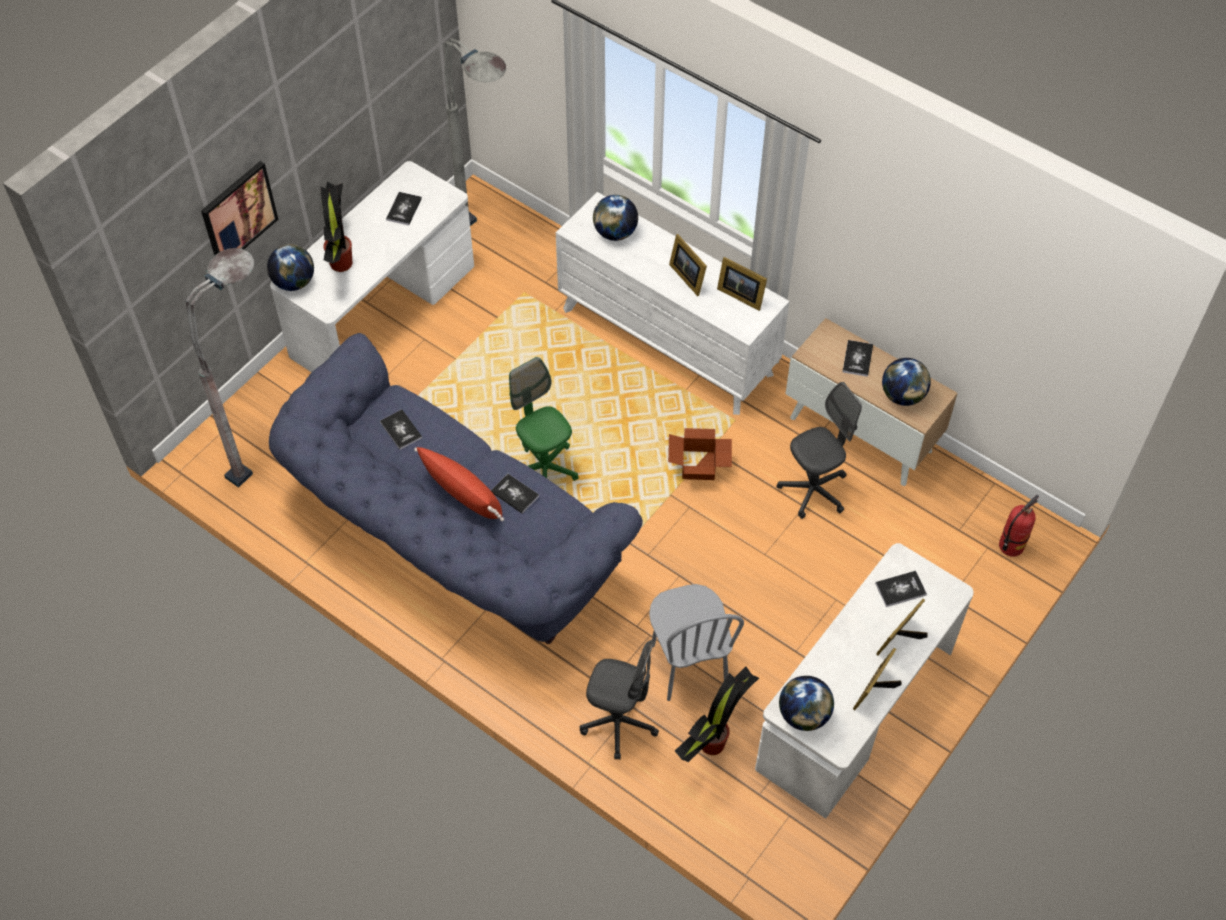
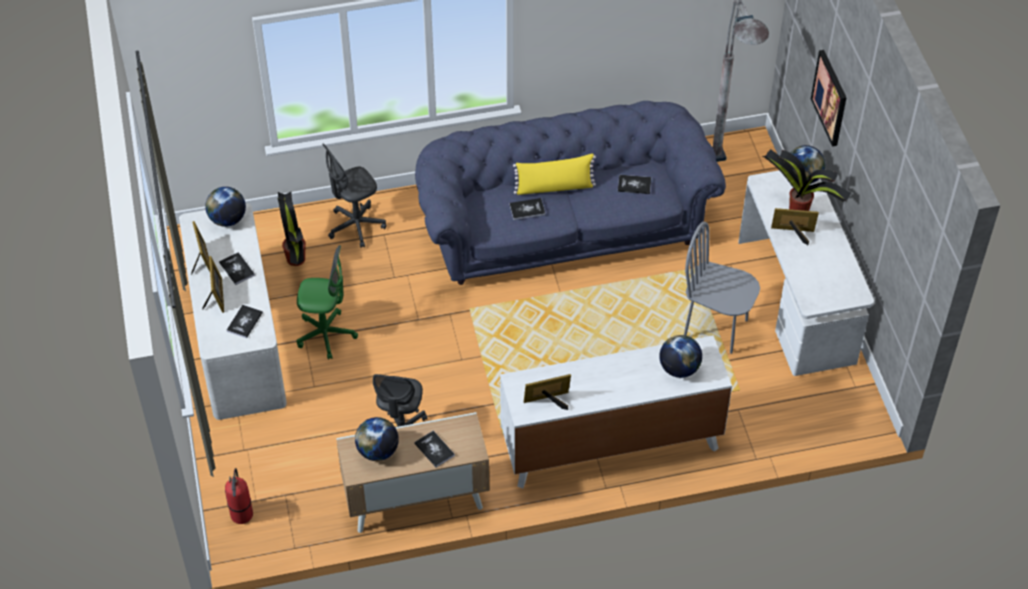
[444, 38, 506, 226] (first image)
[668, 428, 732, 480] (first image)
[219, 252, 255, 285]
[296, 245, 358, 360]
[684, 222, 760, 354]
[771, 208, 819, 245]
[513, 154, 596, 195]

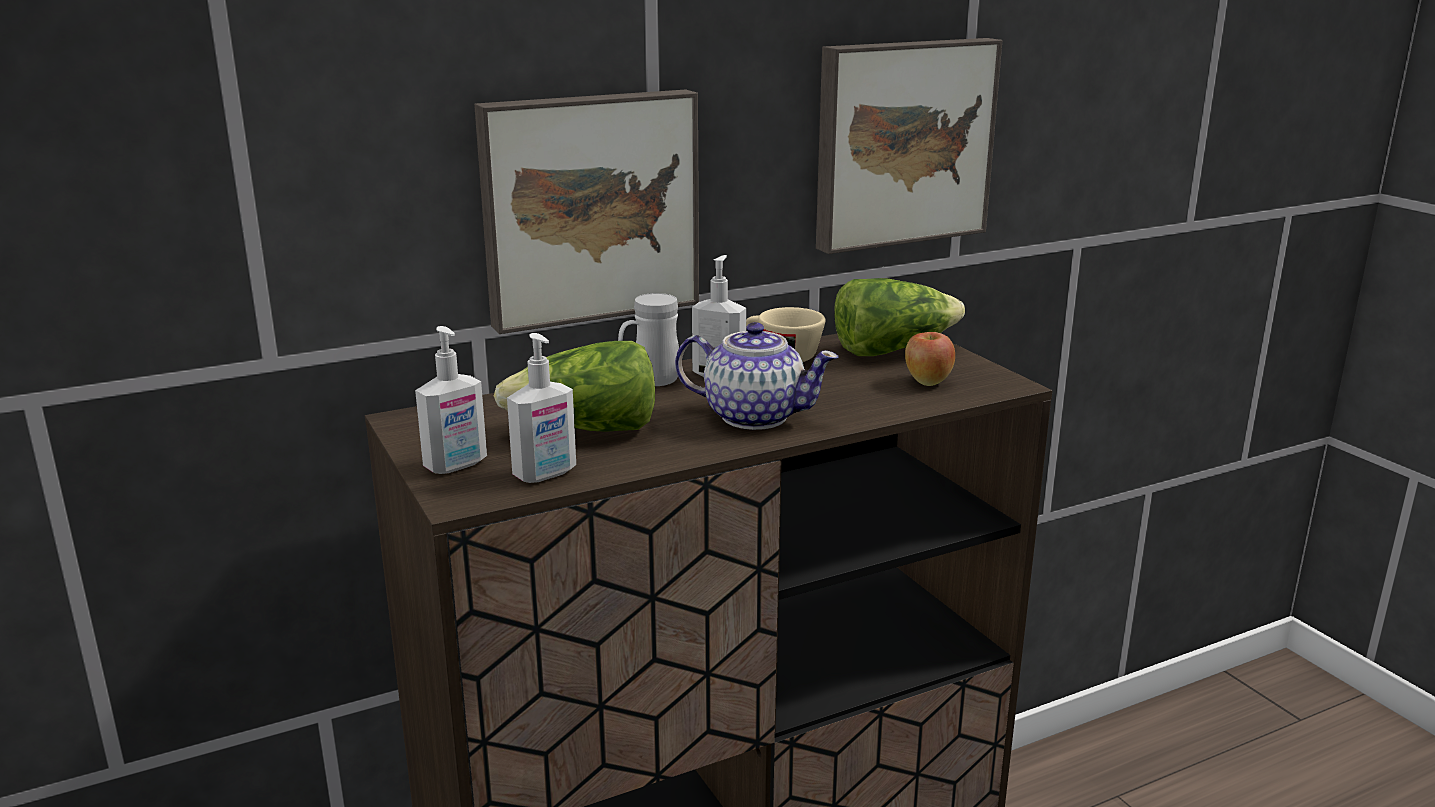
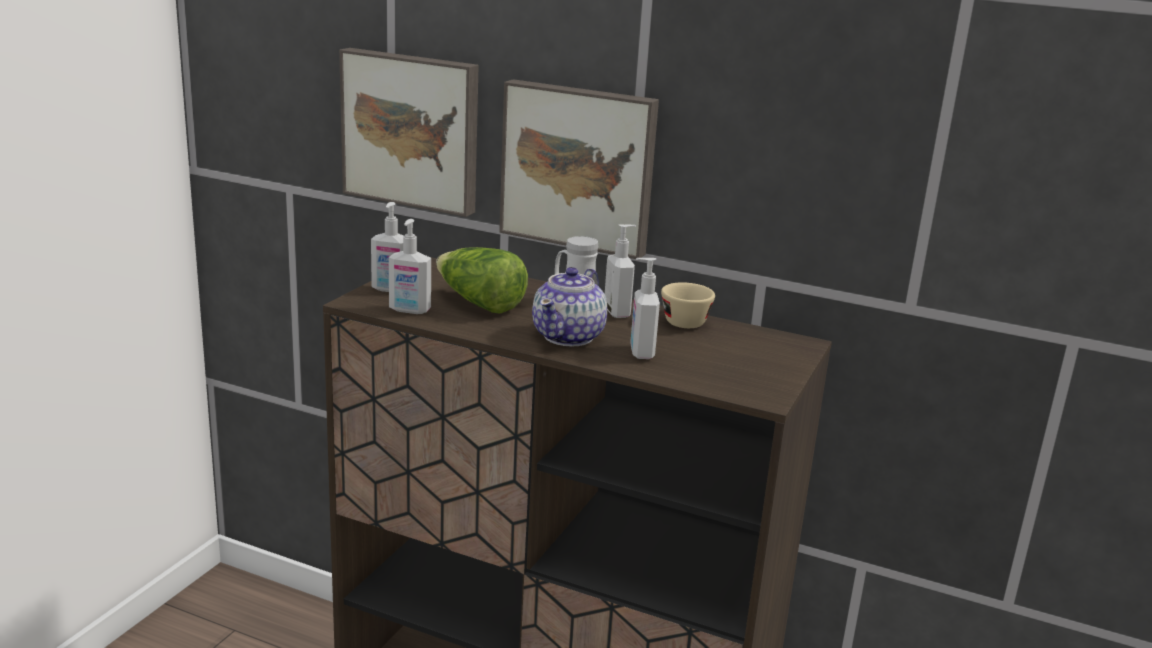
[834, 278, 965, 356] (first image)
[905, 332, 955, 386] (first image)
[630, 258, 660, 359]
[339, 48, 479, 217]
[532, 267, 607, 347]

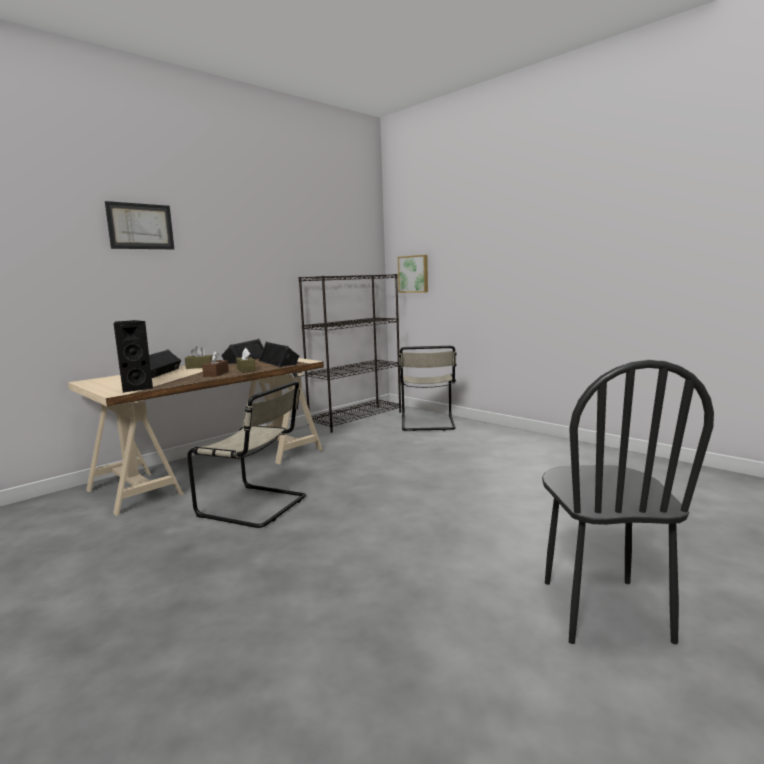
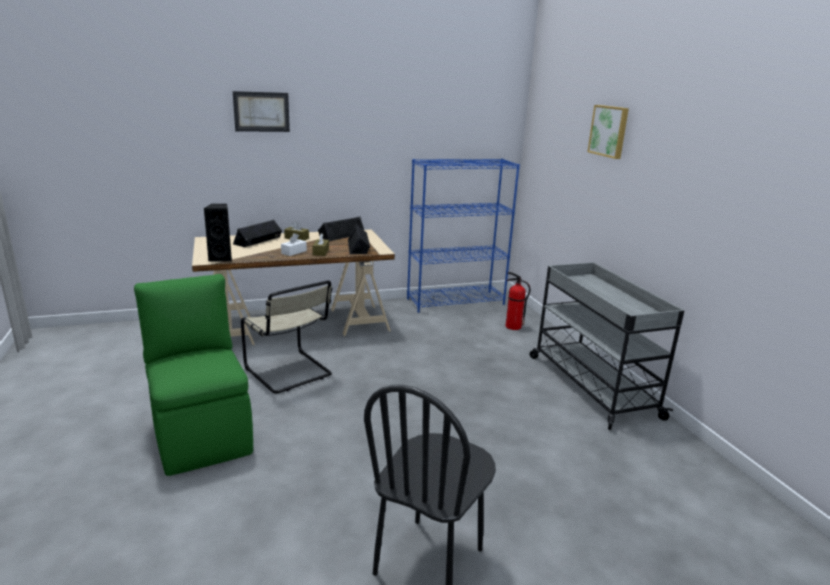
[134, 274, 253, 476]
[530, 262, 684, 430]
[588, 105, 629, 159]
[506, 272, 531, 330]
[281, 233, 307, 256]
[407, 159, 520, 313]

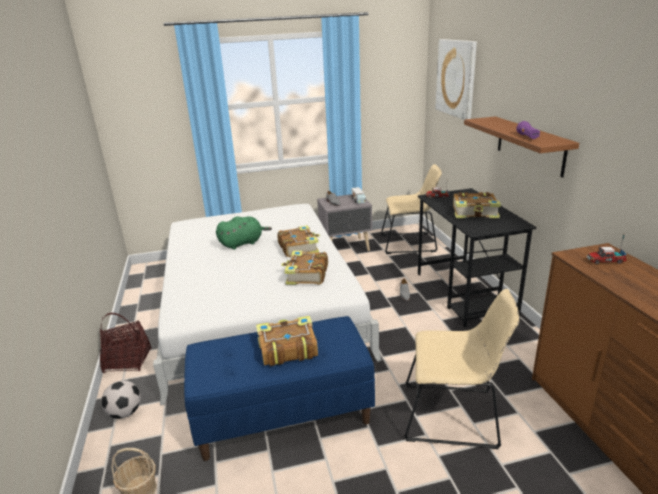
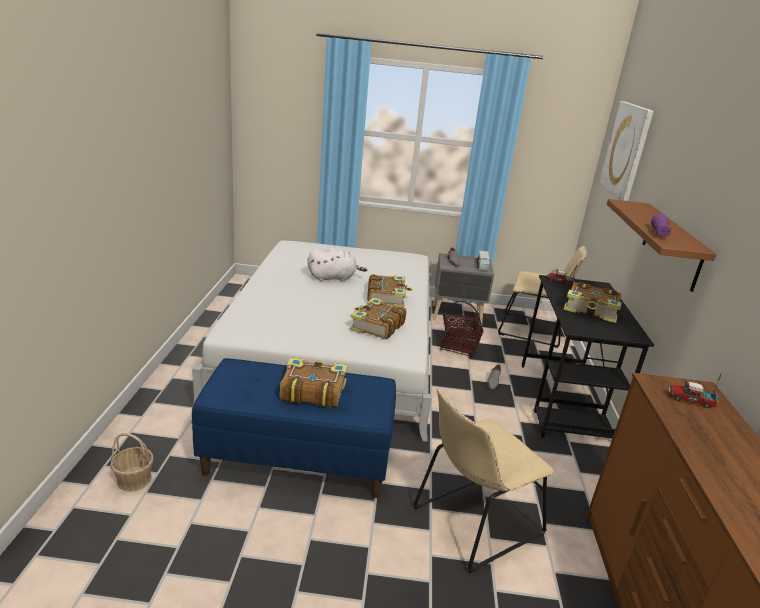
[101, 380, 141, 419] (first image)
[440, 301, 483, 358]
[307, 248, 367, 282]
[413, 389, 554, 573]

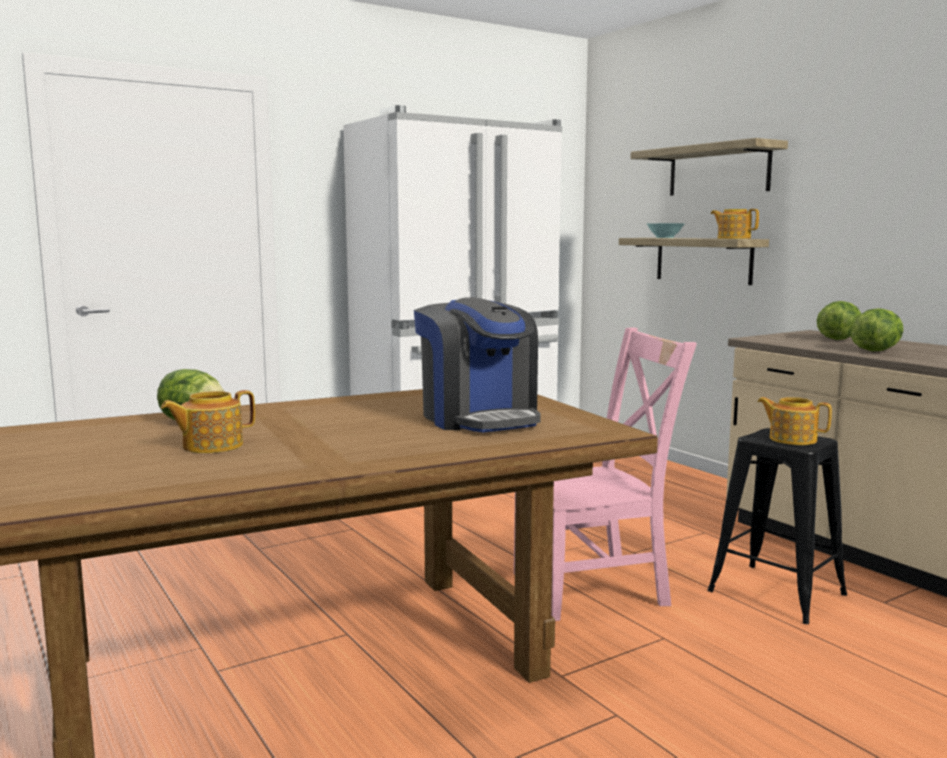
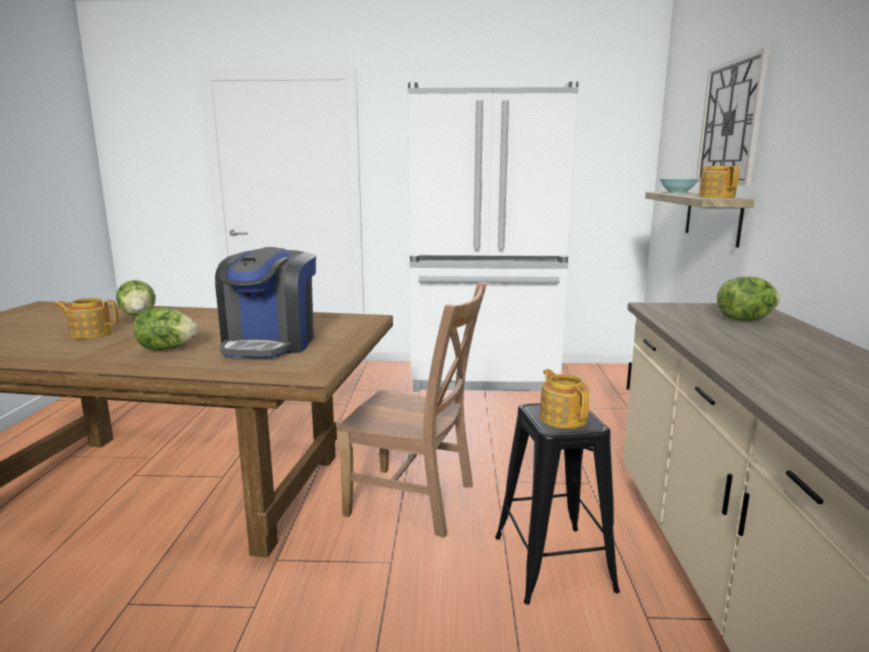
[134, 307, 198, 350]
[696, 48, 770, 185]
[337, 282, 487, 538]

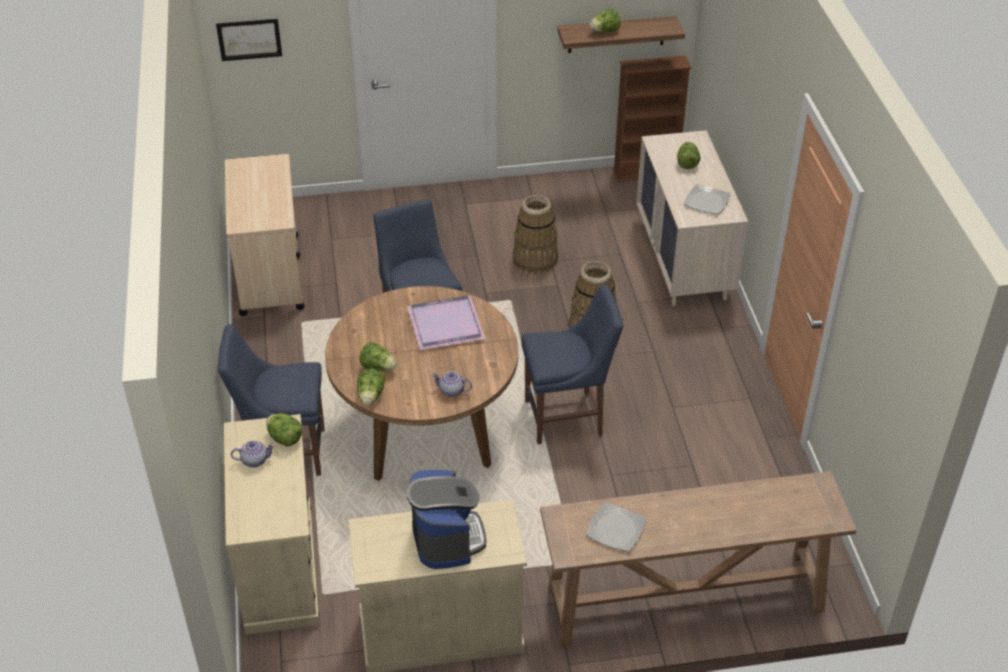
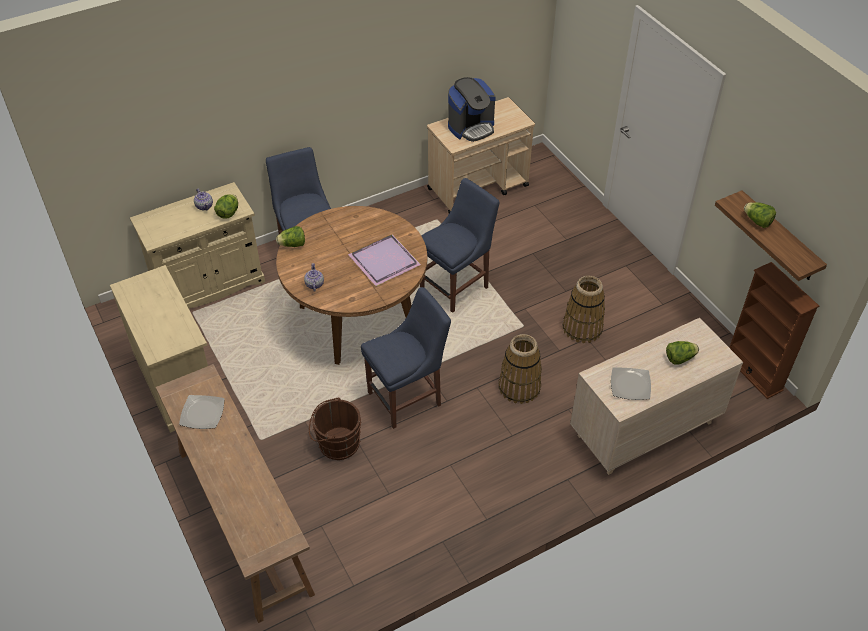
[216, 19, 282, 61] (first image)
[360, 342, 397, 371] (first image)
[309, 397, 362, 460]
[448, 77, 496, 142]
[361, 287, 451, 429]

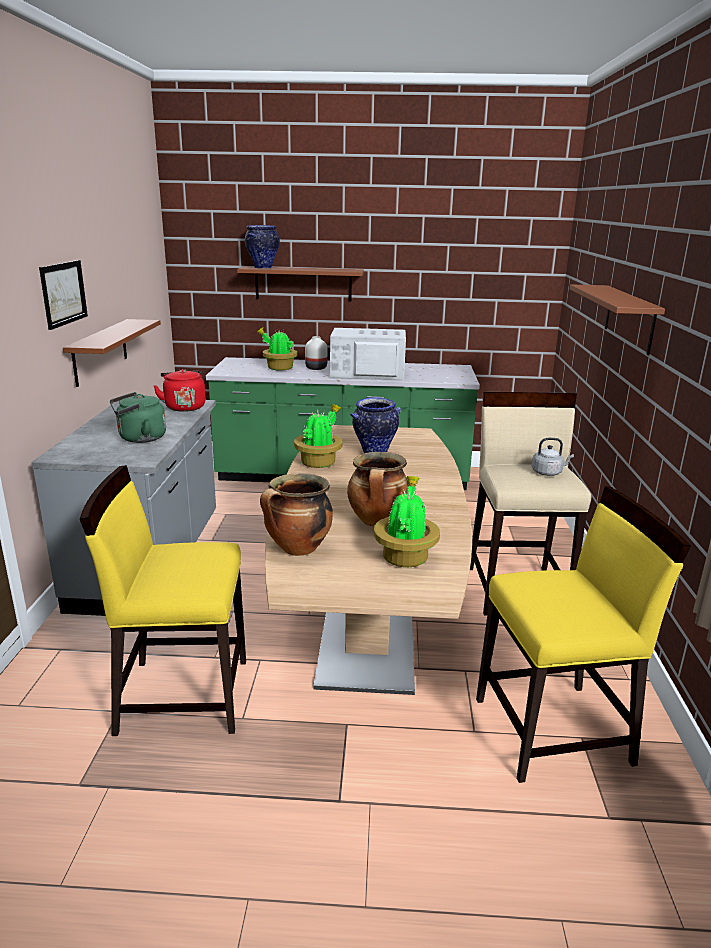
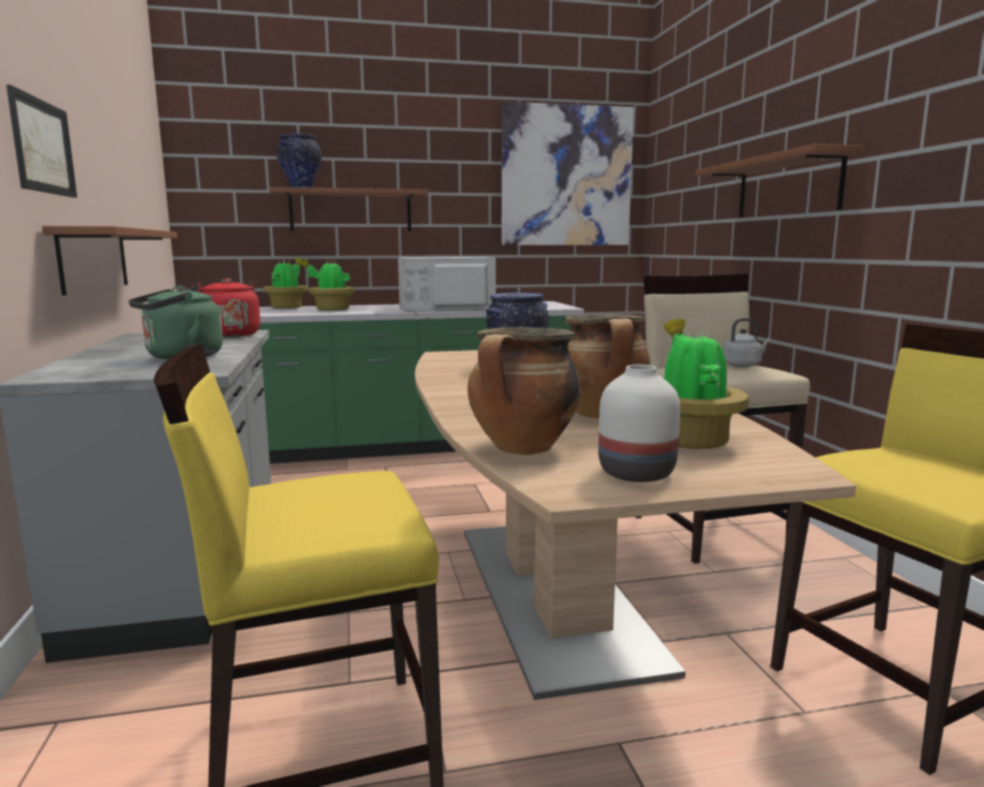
[502, 102, 634, 245]
[263, 258, 308, 309]
[598, 365, 681, 482]

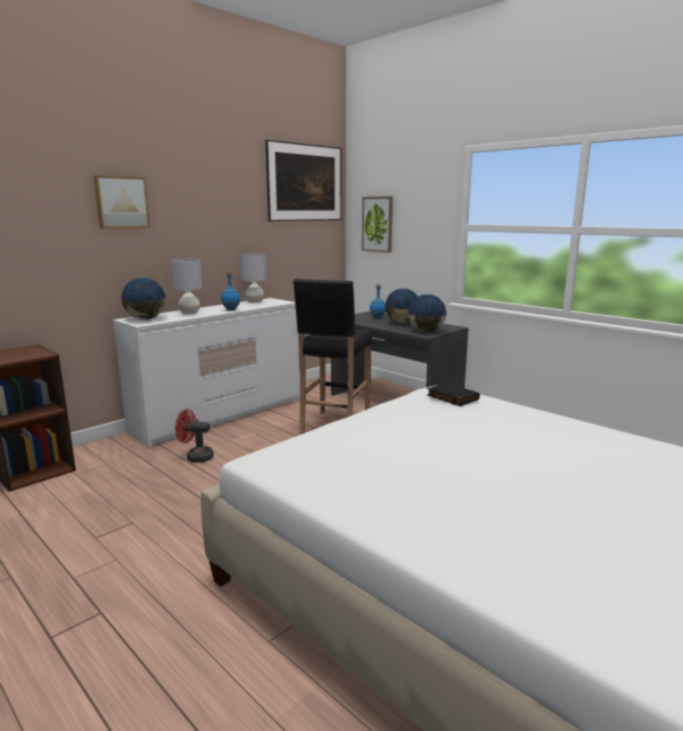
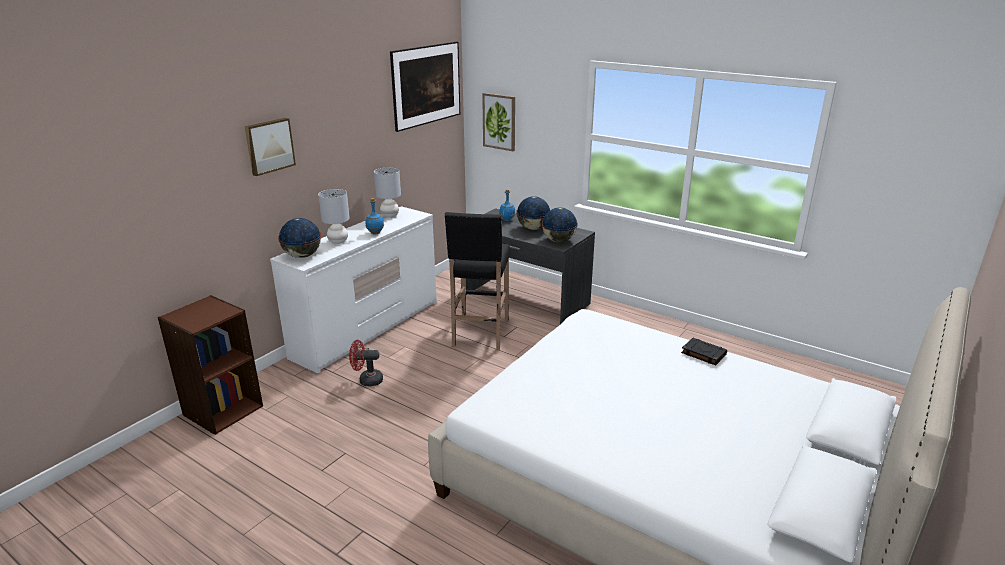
[681, 338, 727, 365]

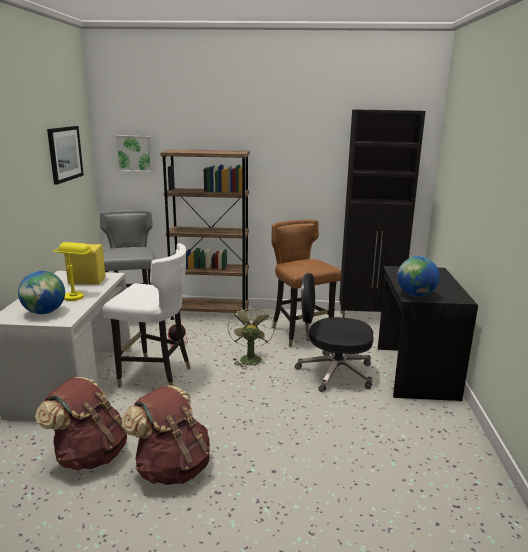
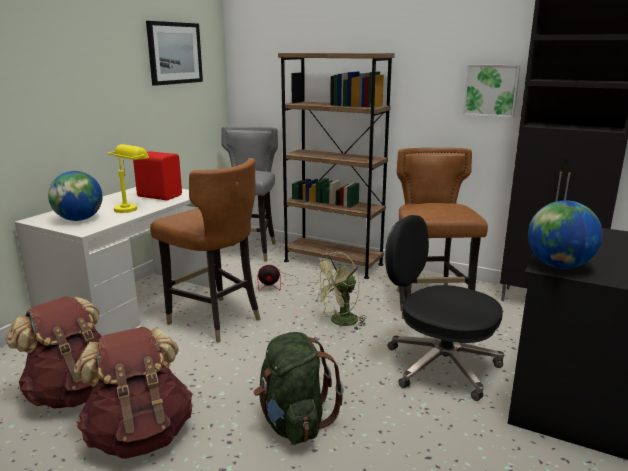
[254, 332, 344, 444]
[463, 64, 521, 118]
[133, 151, 182, 200]
[150, 158, 260, 343]
[311, 252, 367, 330]

